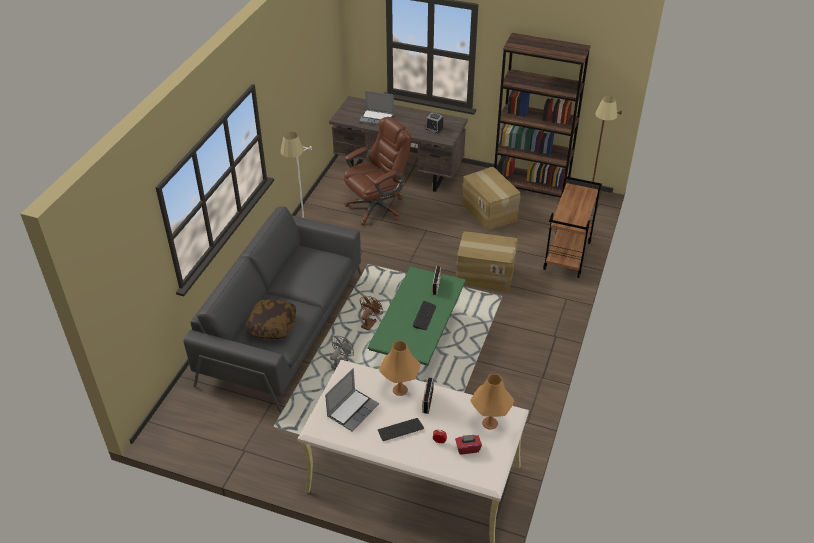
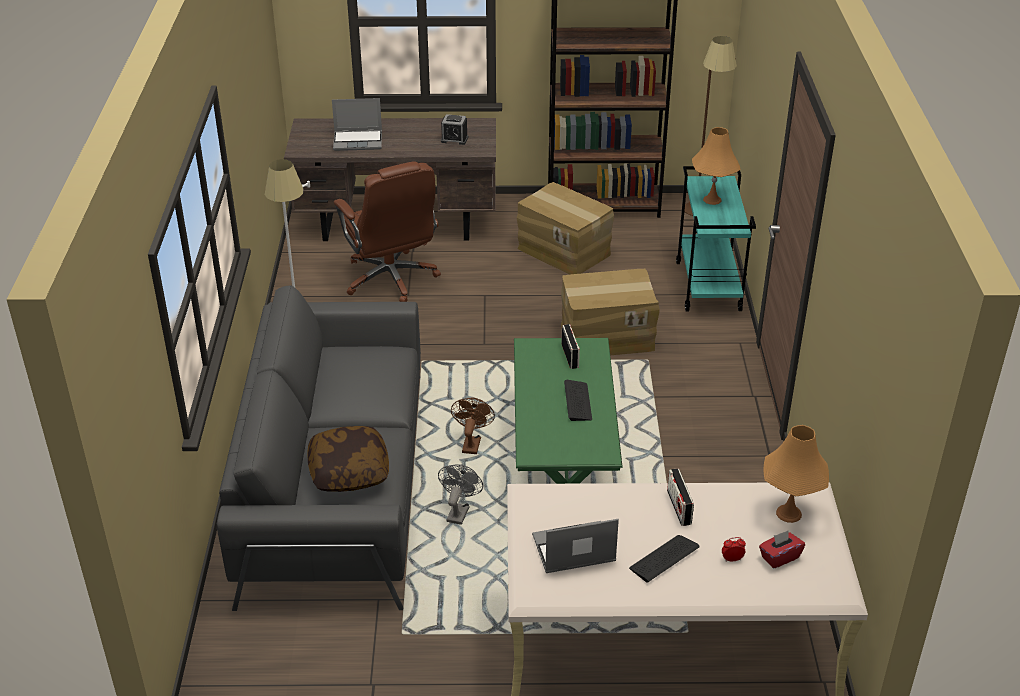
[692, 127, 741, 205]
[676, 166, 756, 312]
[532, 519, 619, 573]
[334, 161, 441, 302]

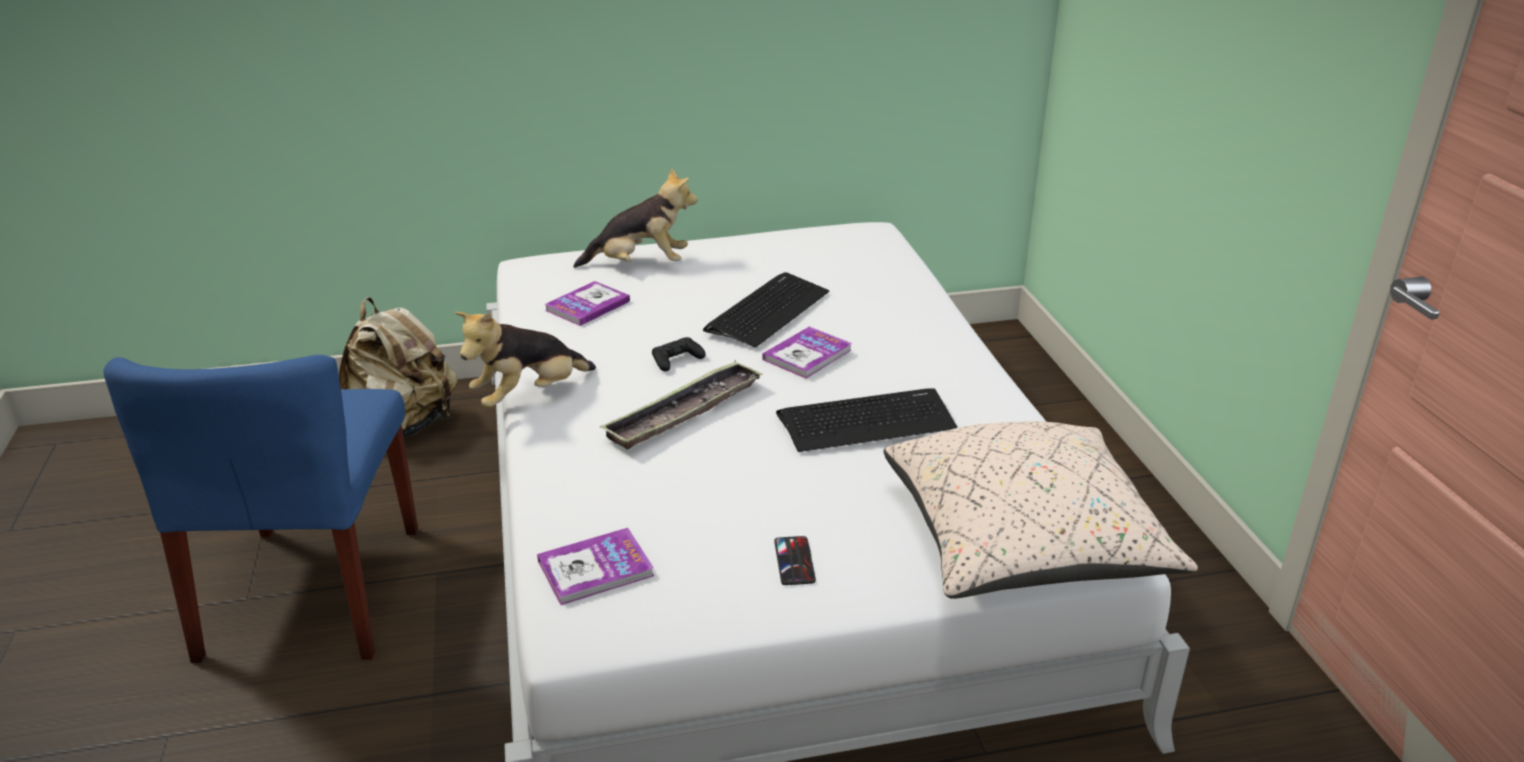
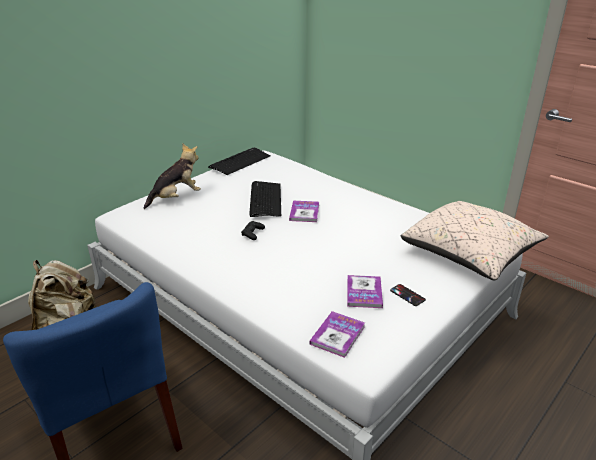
[455, 312, 596, 408] (first image)
[600, 361, 763, 449] (first image)
[347, 275, 383, 308]
[208, 147, 271, 175]

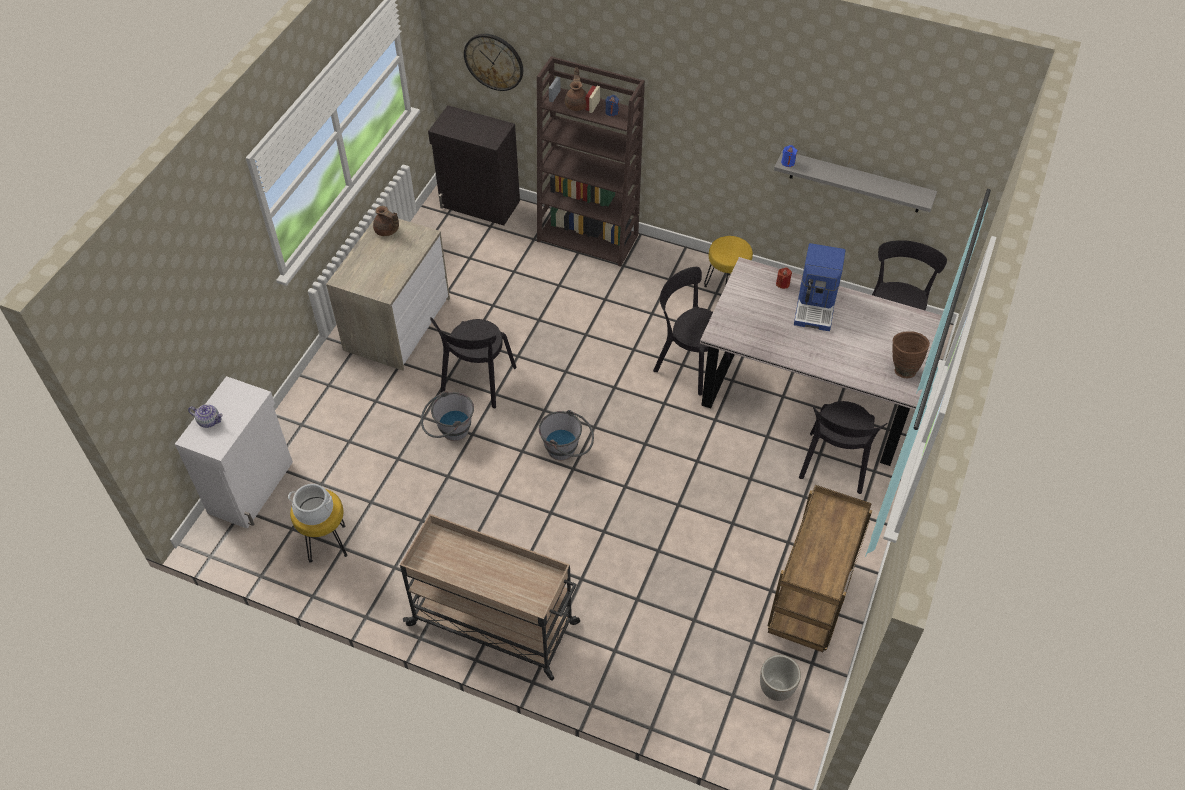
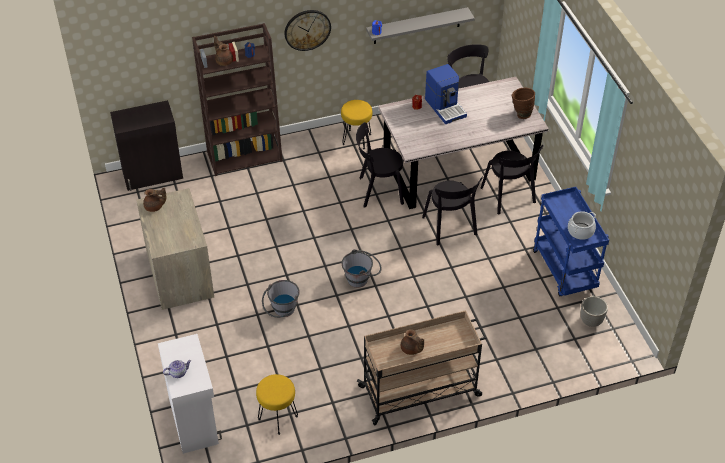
[401, 329, 424, 355]
[568, 211, 596, 240]
[422, 177, 483, 246]
[284, 10, 331, 51]
[533, 187, 609, 296]

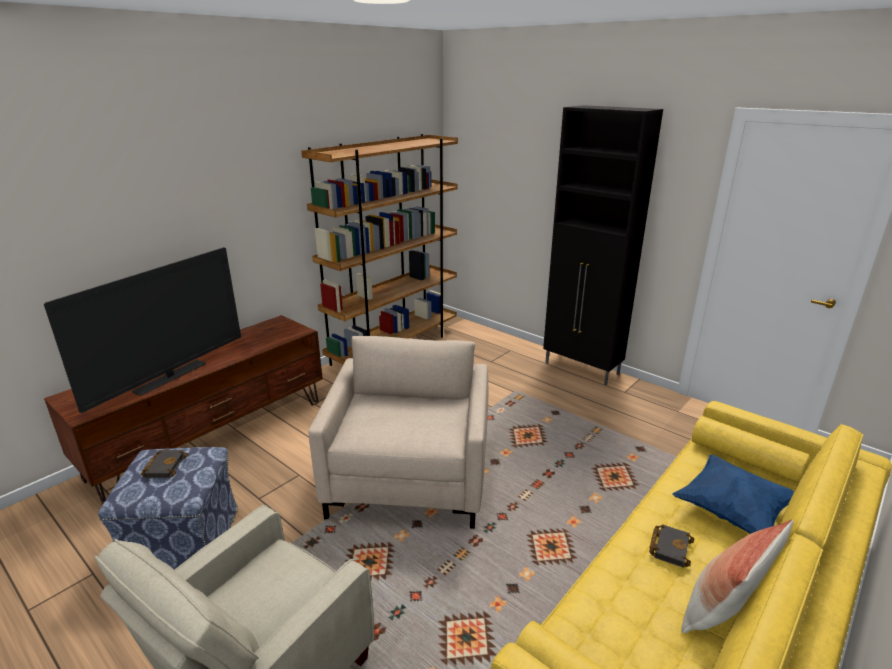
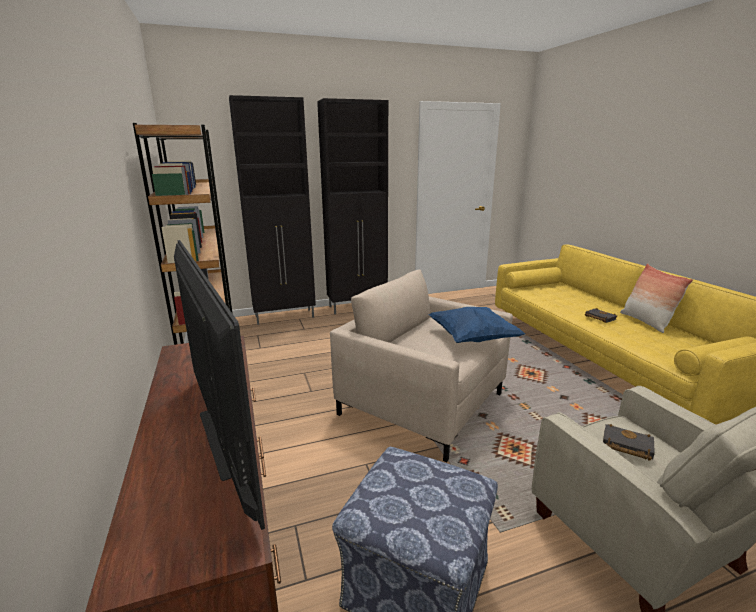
[229, 95, 316, 325]
[603, 424, 655, 461]
[429, 307, 525, 343]

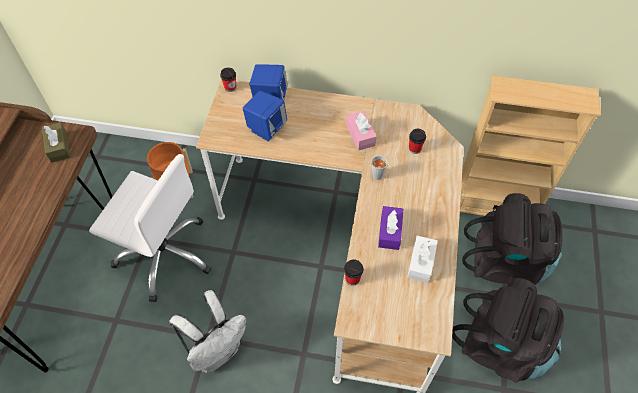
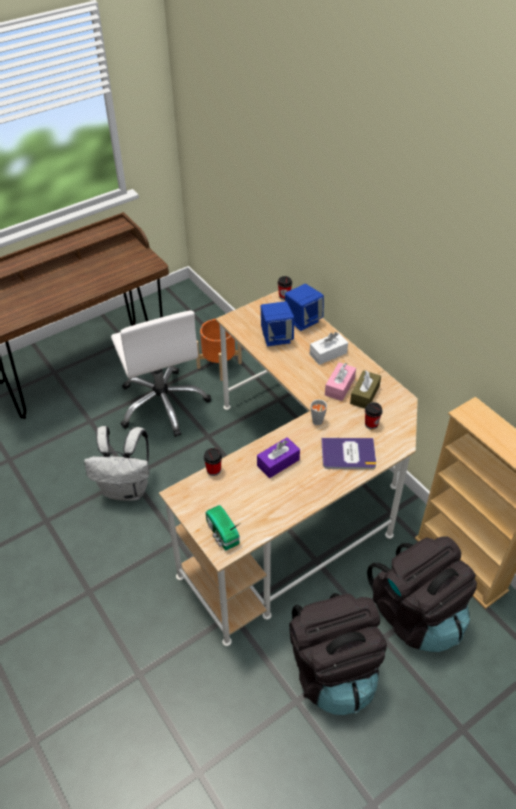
[206, 505, 241, 550]
[321, 438, 376, 469]
[350, 370, 381, 409]
[309, 332, 348, 365]

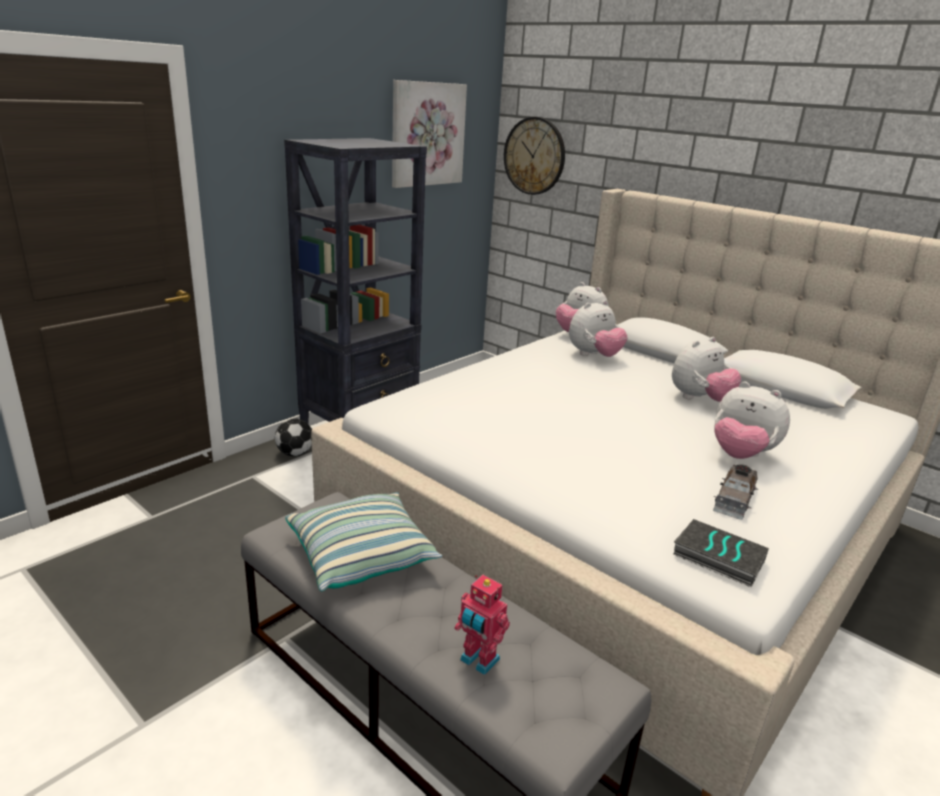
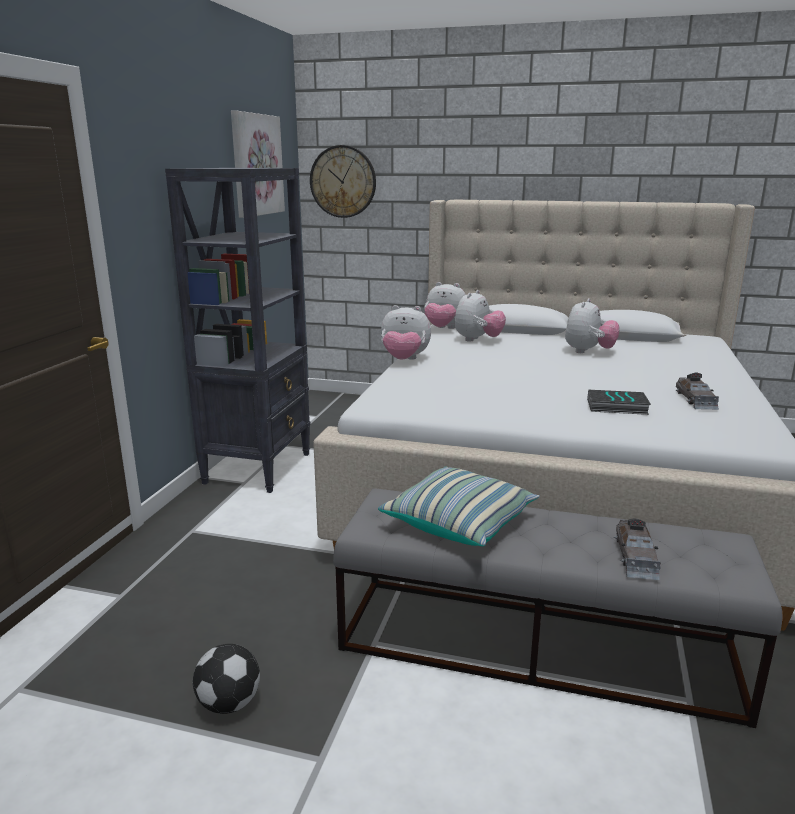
[193, 644, 260, 714]
[587, 390, 651, 415]
[381, 305, 431, 360]
[613, 518, 661, 580]

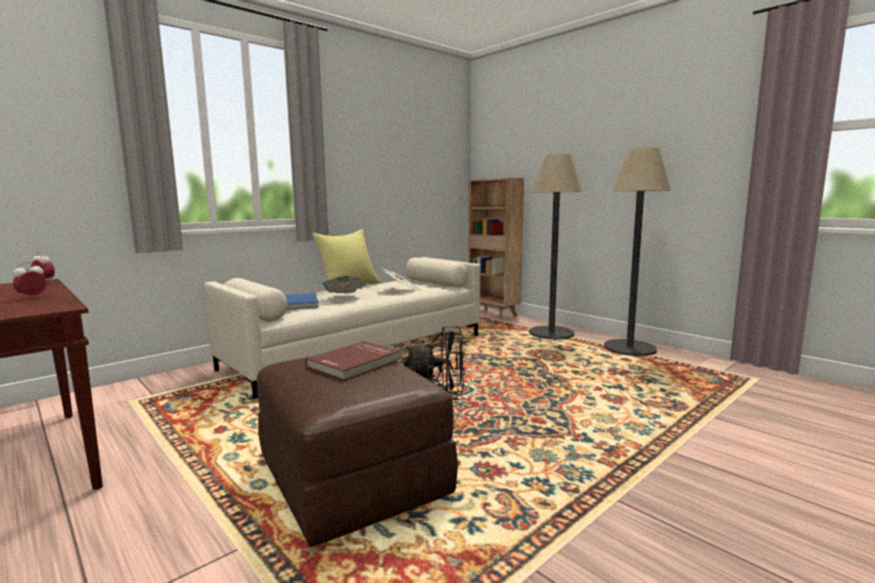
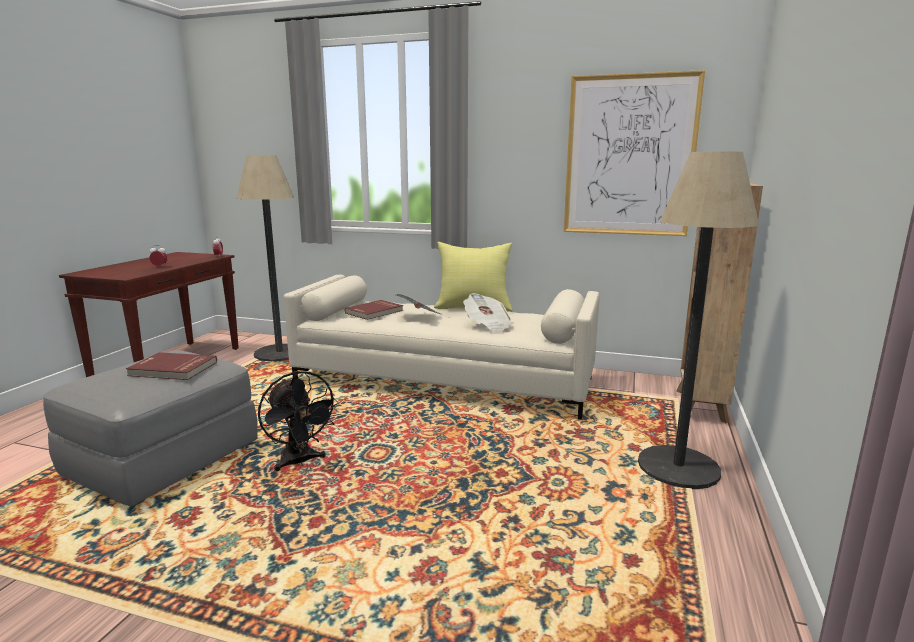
[564, 70, 705, 236]
[237, 155, 294, 361]
[43, 350, 258, 506]
[345, 300, 403, 320]

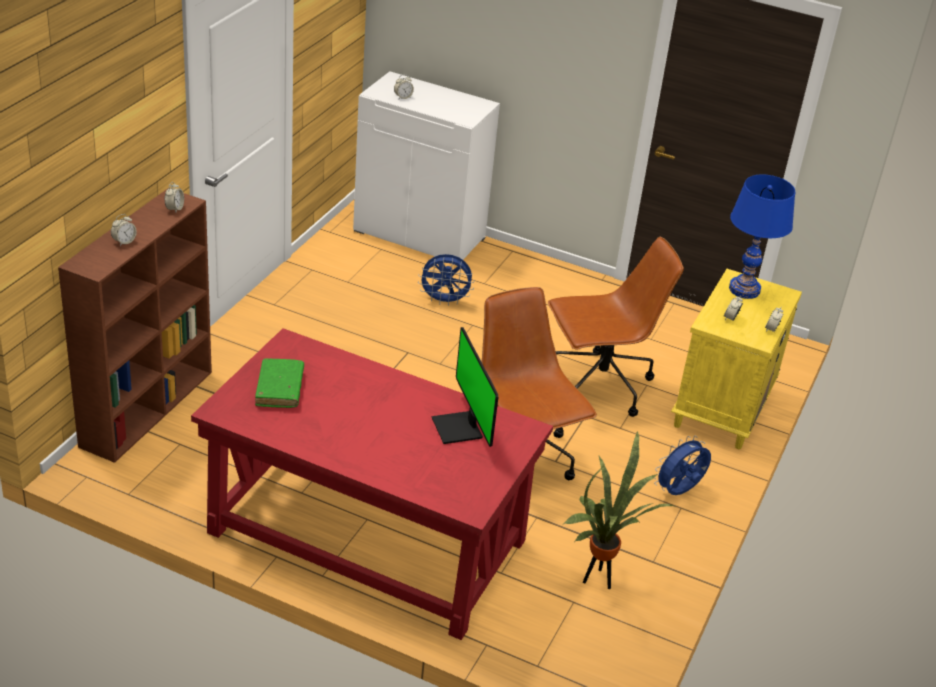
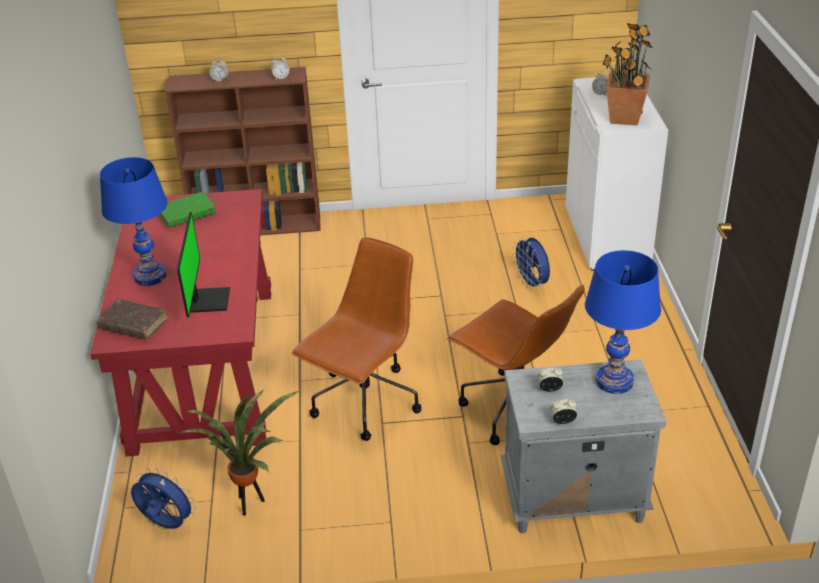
[97, 299, 168, 340]
[100, 157, 168, 286]
[603, 23, 652, 126]
[131, 468, 196, 529]
[501, 359, 667, 533]
[177, 212, 230, 317]

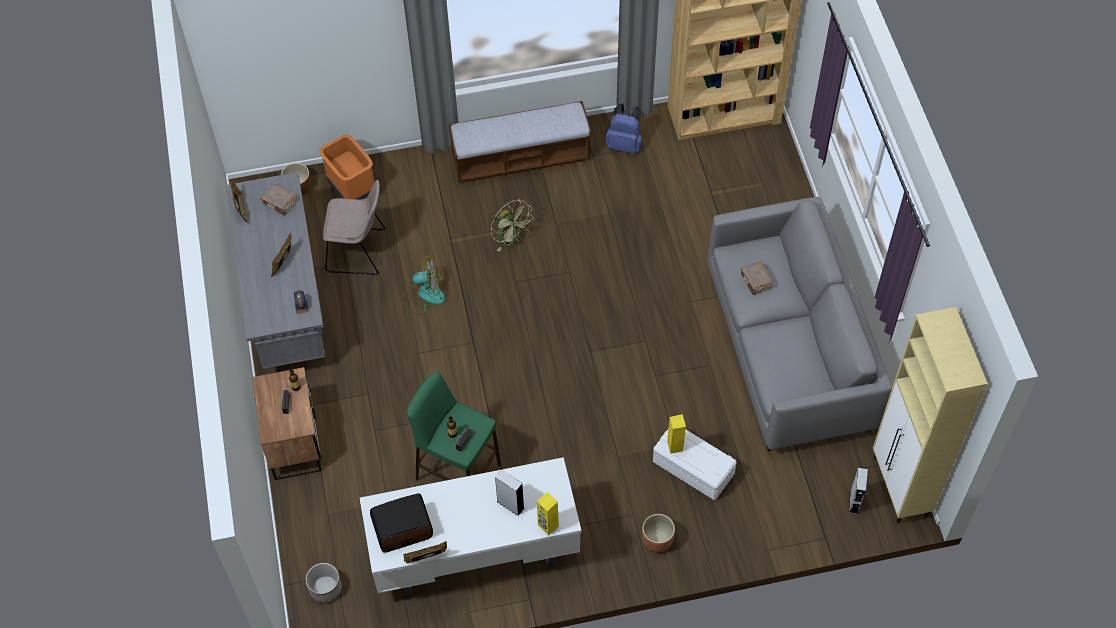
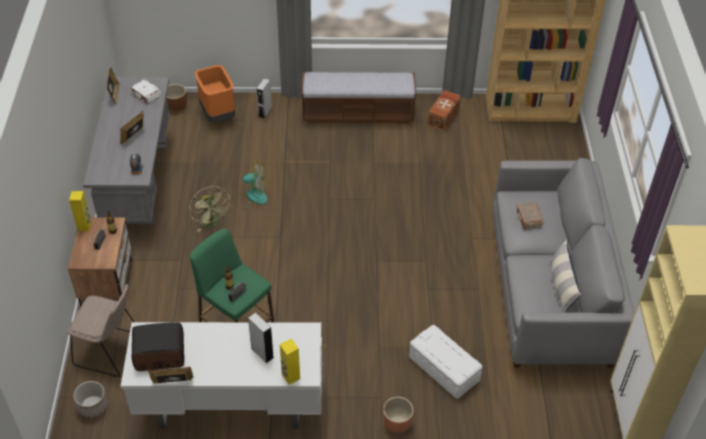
[550, 239, 581, 313]
[67, 284, 134, 377]
[189, 186, 232, 232]
[69, 191, 91, 231]
[256, 78, 272, 119]
[428, 90, 461, 131]
[131, 79, 161, 104]

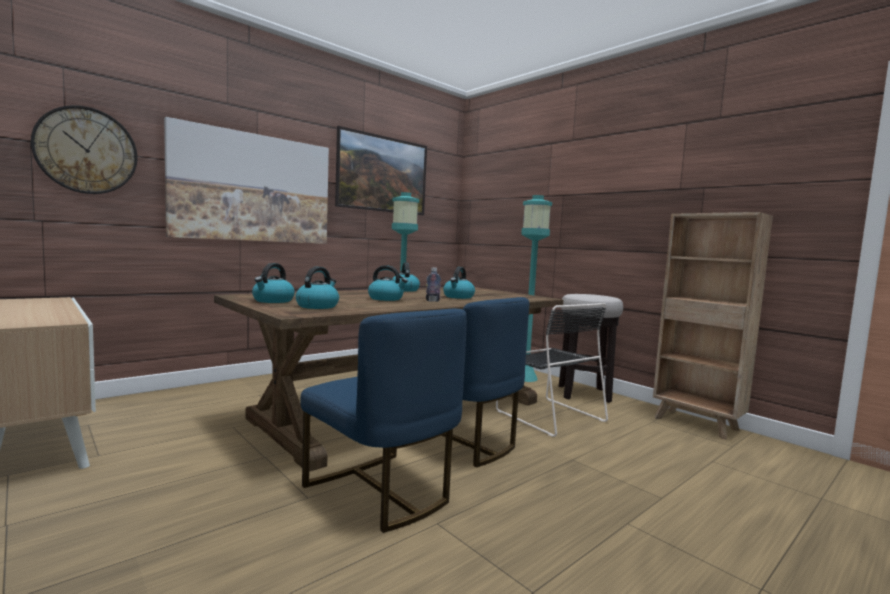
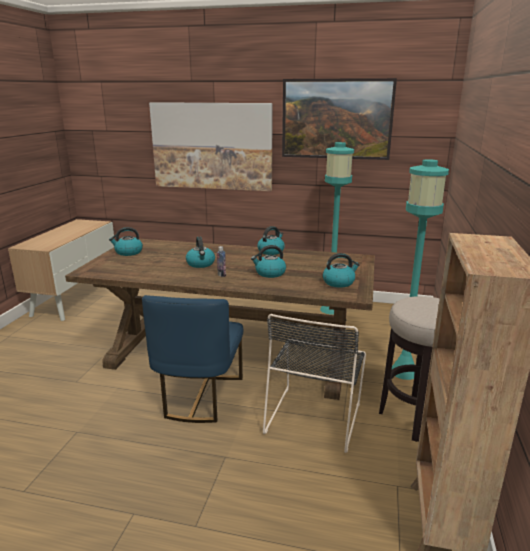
[31, 105, 137, 194] (first image)
[300, 309, 467, 533] (first image)
[323, 253, 360, 288]

